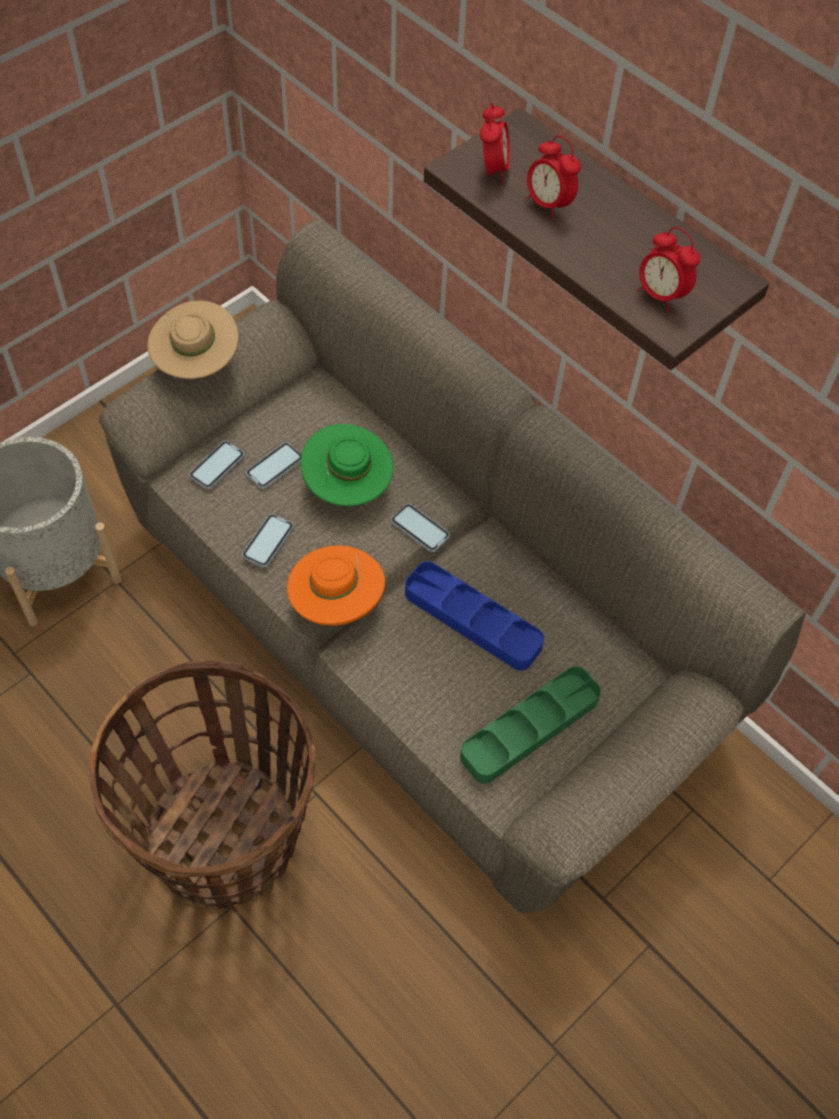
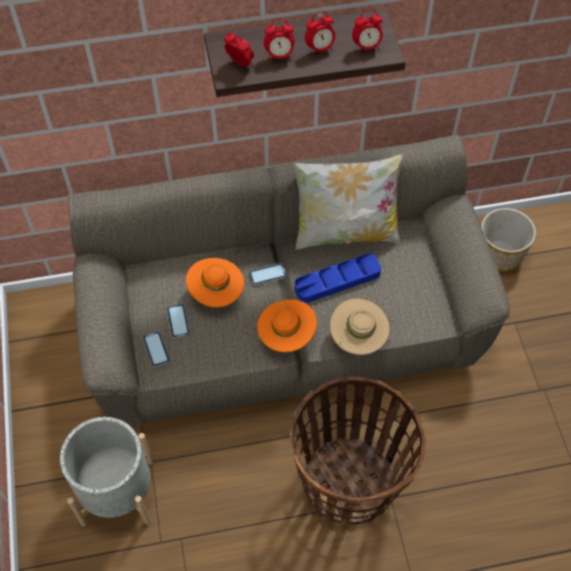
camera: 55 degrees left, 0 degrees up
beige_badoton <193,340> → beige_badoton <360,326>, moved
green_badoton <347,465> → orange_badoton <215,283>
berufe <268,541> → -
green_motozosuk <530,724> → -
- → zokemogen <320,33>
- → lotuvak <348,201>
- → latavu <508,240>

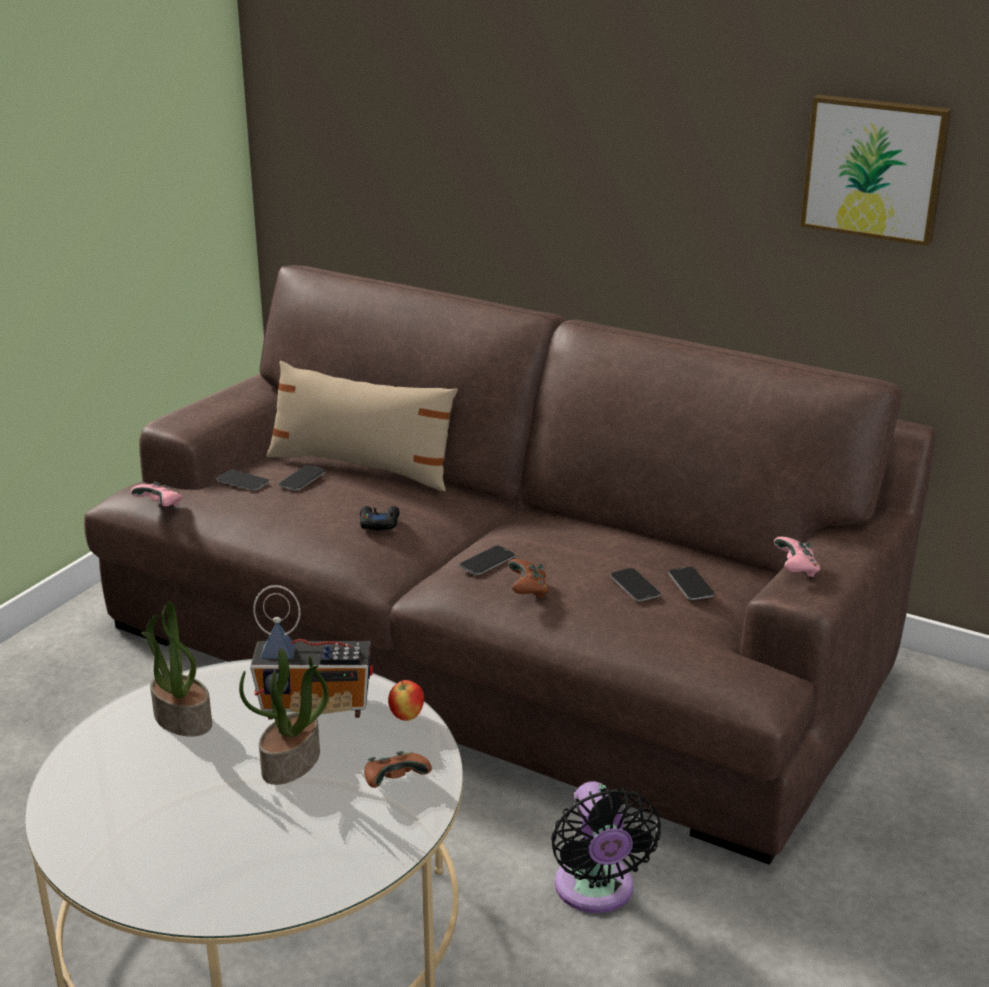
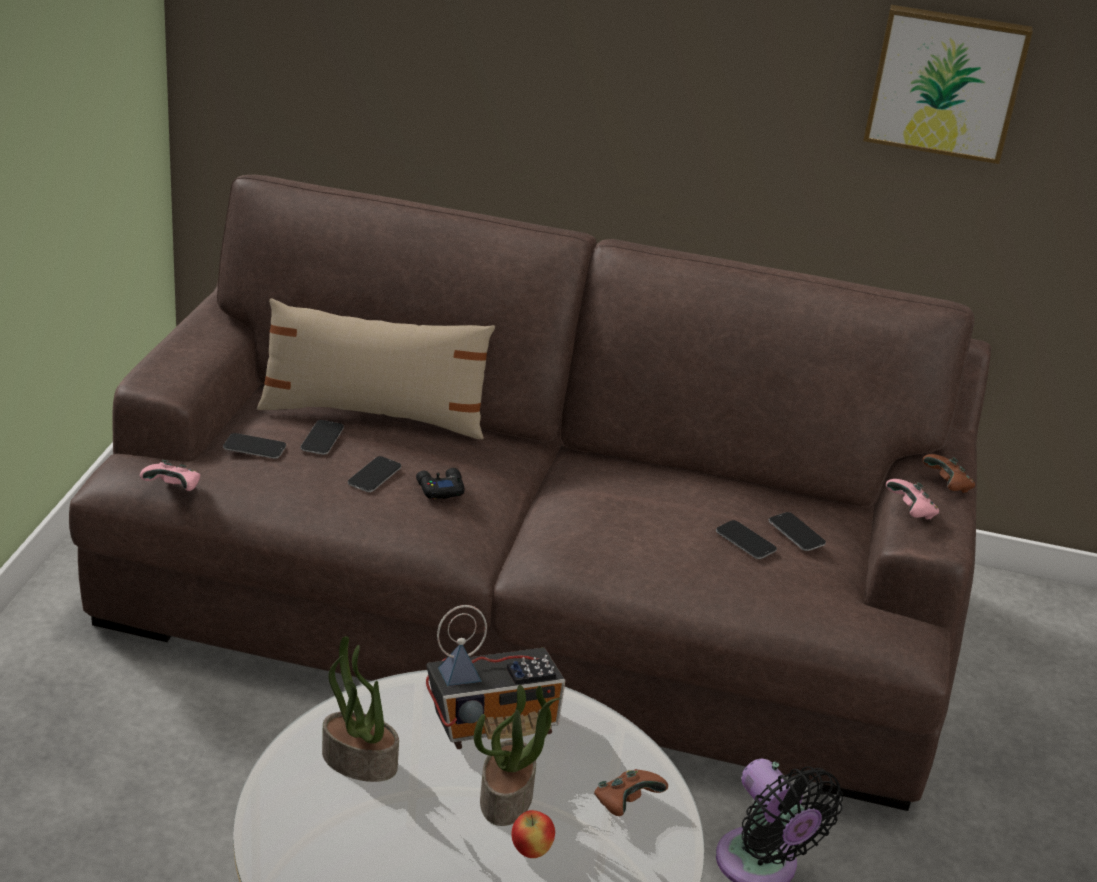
camera: 20 degrees left, 5 degrees up
berufe <487,560> → berufe <374,474>, moved
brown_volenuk <528,578> → brown_volenuk <948,473>, moved
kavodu <406,700> → kavodu <533,834>, moved

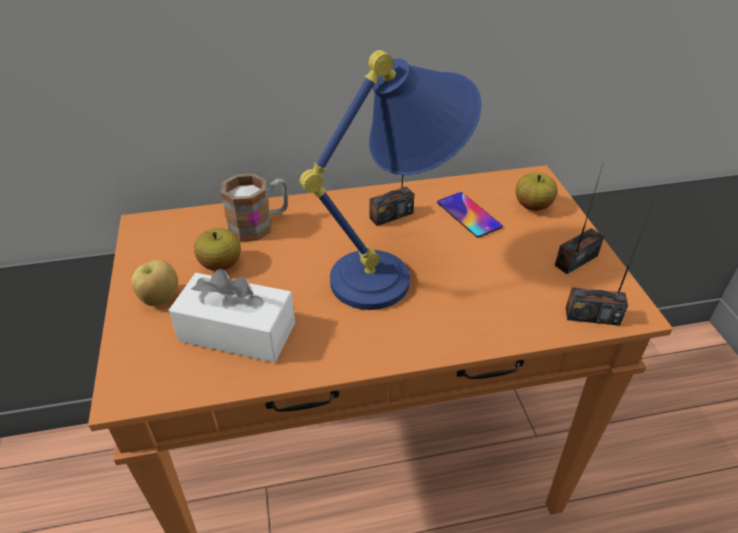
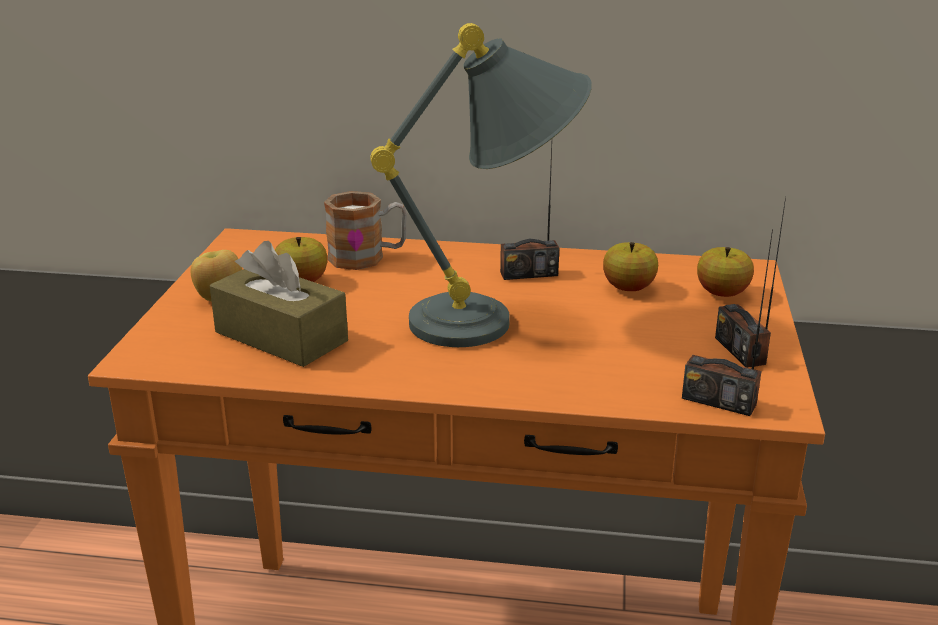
camera: 20 degrees right, 15 degrees down
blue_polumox <391,180> → grey_polumox <481,185>
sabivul <579,219> → sabivul <750,282>, 90 degrees counterclockwise
berufe <470,215> → kavodu <630,266>
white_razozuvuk <232,316> → brown_razozuvuk <279,304>

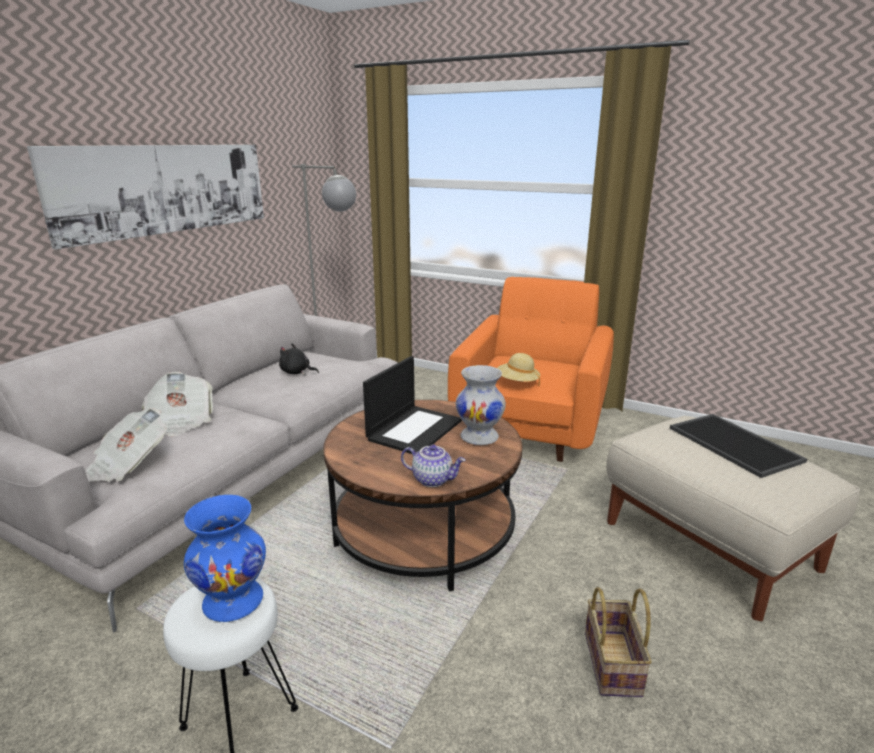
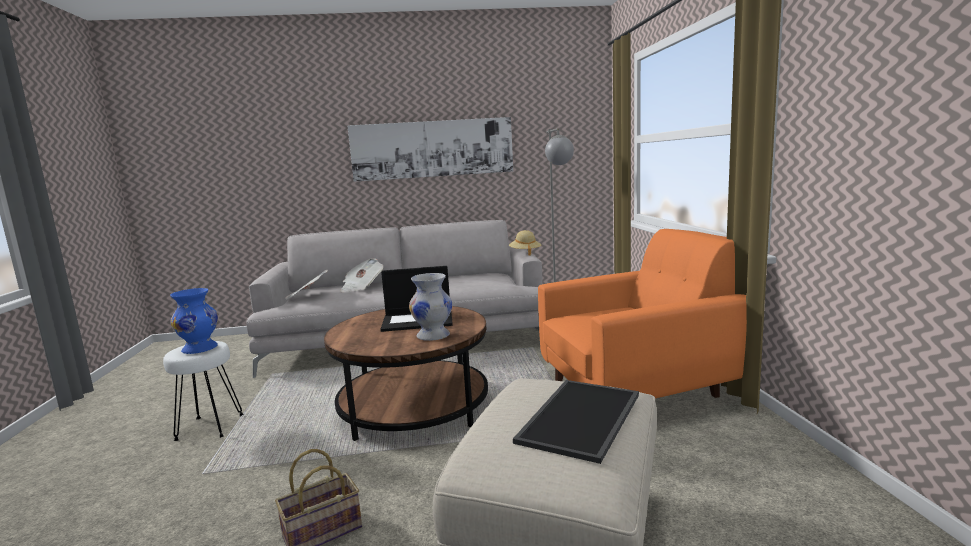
camera: 55 degrees right, 10 degrees down
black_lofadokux <299,359> → -
beige_badoton <518,369> → beige_badoton <525,243>, moved
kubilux <433,465> → -

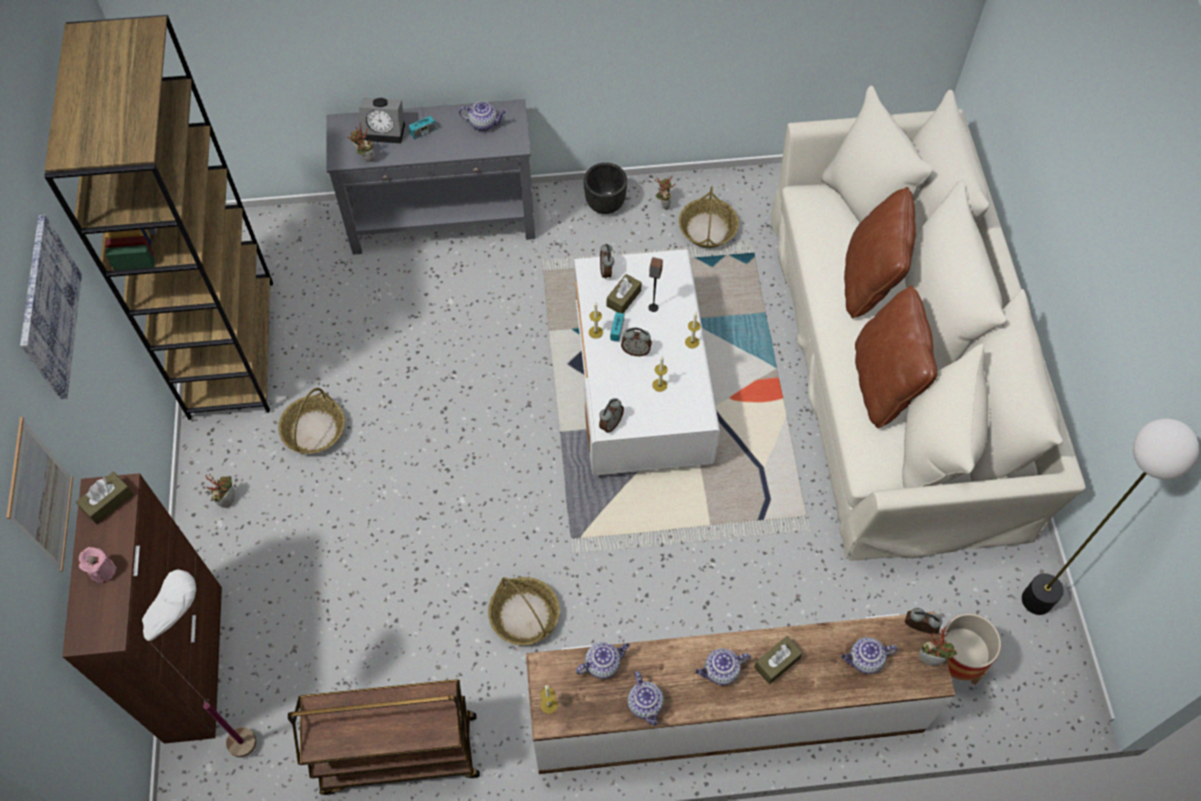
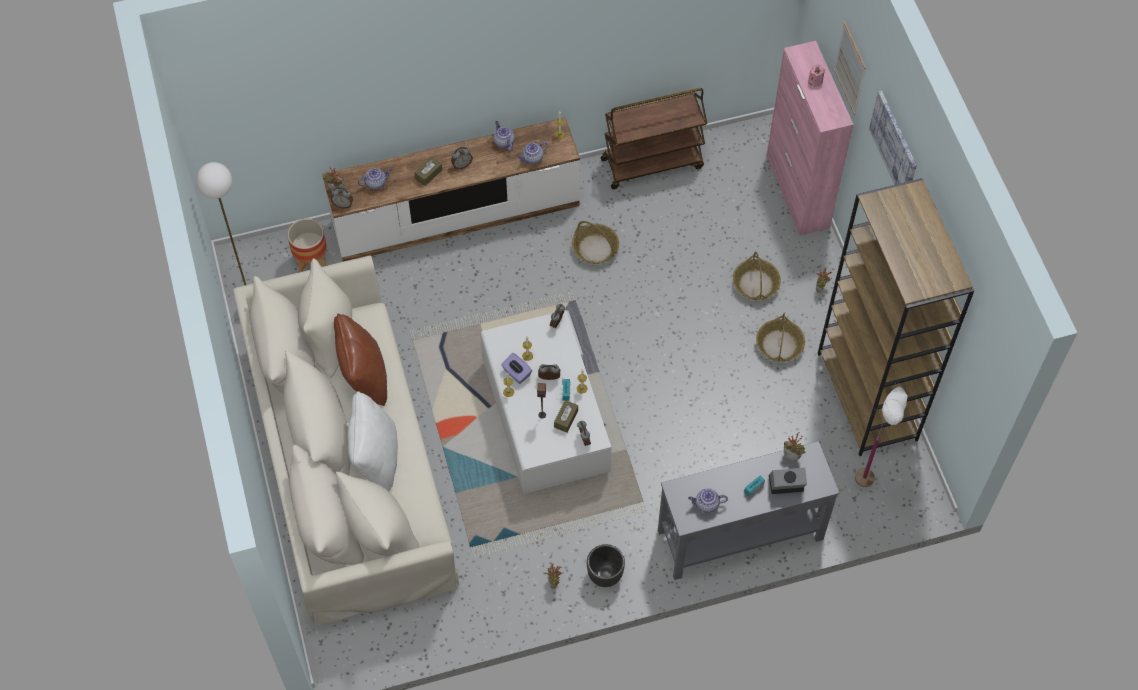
camera: 170 degrees right, 0 degrees up
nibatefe <709,217> → nibatefe <757,276>, moved
brown_lotuvak <880,252> → white_lotuvak <372,441>
brown_razozuvuk <105,498> → -
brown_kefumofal <142,608> → pink_kefumofal <810,138>
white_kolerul <199,663> → white_kolerul <881,435>, moved
kubilux <723,666> → zokemogen <462,158>
- → purple_razozuvuk <516,368>

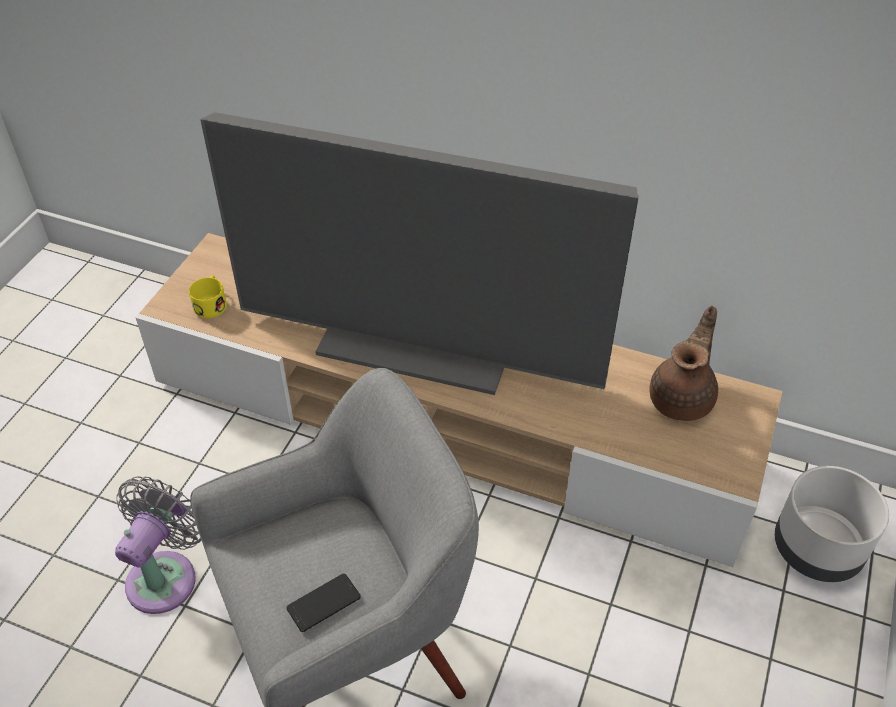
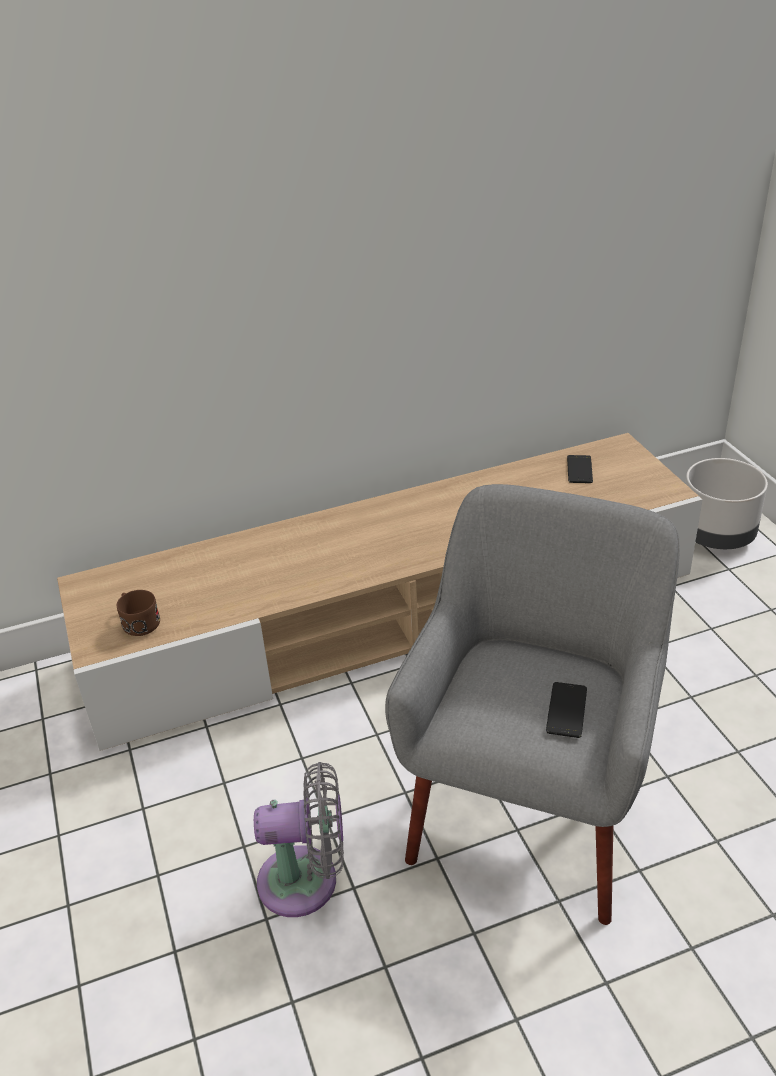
camera: 40 degrees left, 10 degrees down
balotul <419,253> → -
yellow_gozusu <208,296> → brown_gozusu <138,613>
brown_kubilux <683,363> → berufe <580,469>
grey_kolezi <158,545> → grey_kolezi <299,839>, 105 degrees clockwise

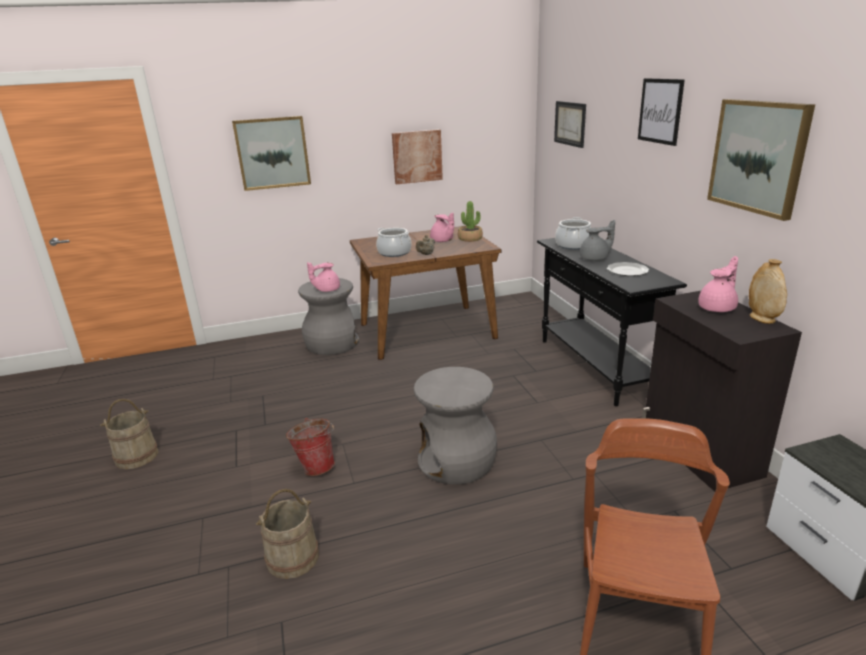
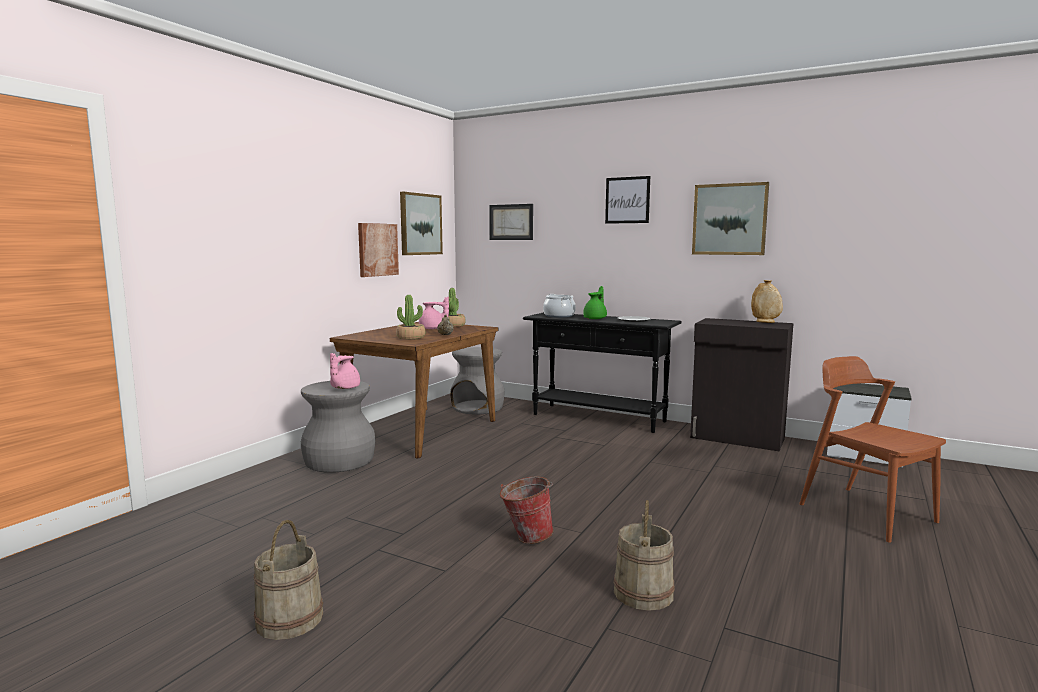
camera: 45 degrees left, 15 degrees down
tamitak <271,153> → tamitak <421,223>, moved
grey_kubilux <597,240> → green_kubilux <595,302>
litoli <393,242> → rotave <410,317>
pink_kubilux <718,284> → -
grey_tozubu <455,426> → grey_tozubu <477,380>, moved

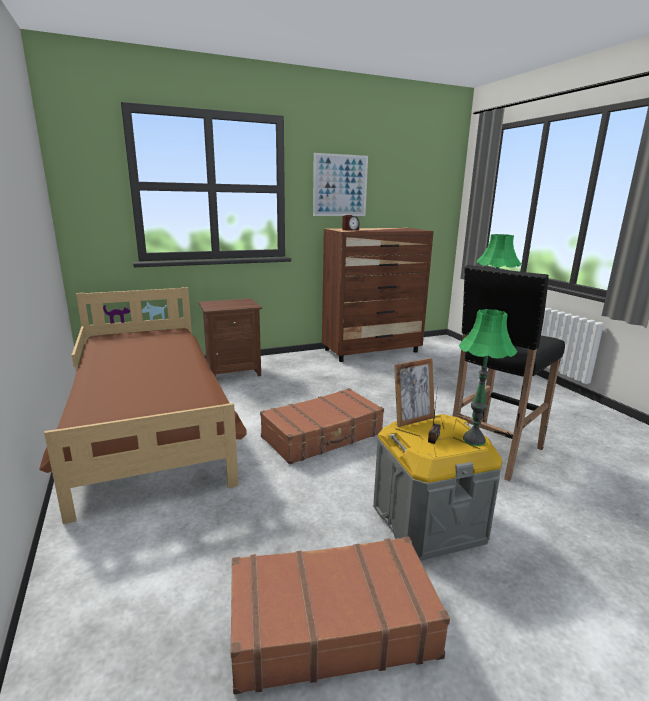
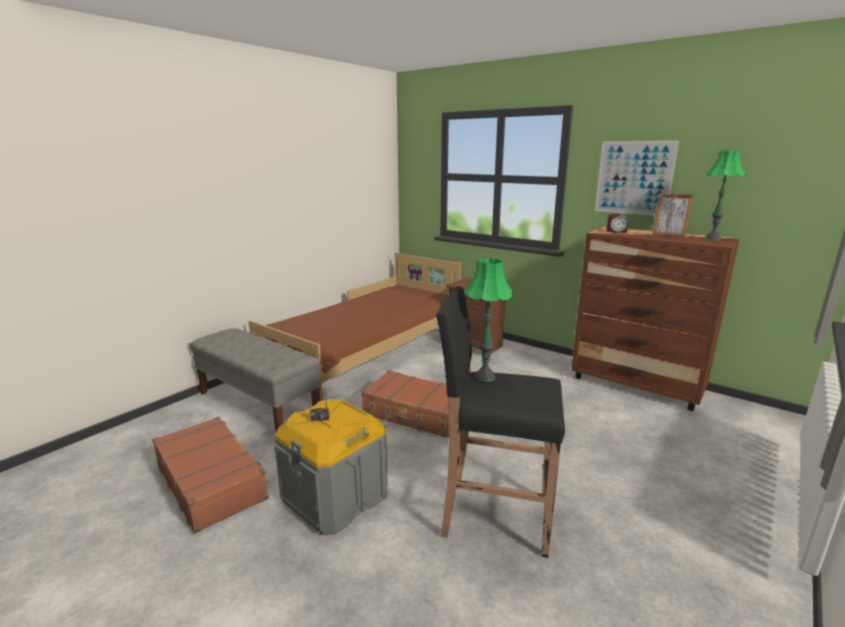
camera: 60 degrees right, 0 degrees up
green_polumox <488,377> → green_polumox <725,195>, moved
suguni <414,392> → suguni <672,216>, moved
- → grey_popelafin <255,379>

